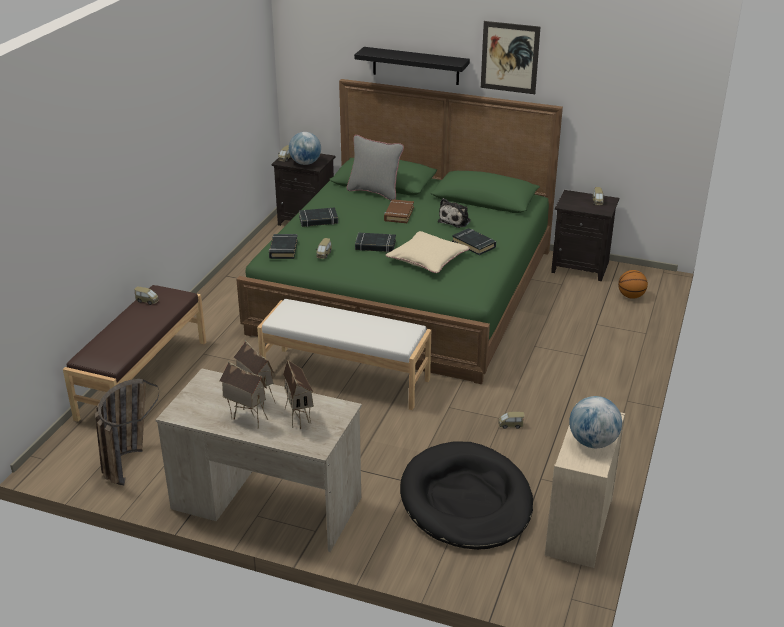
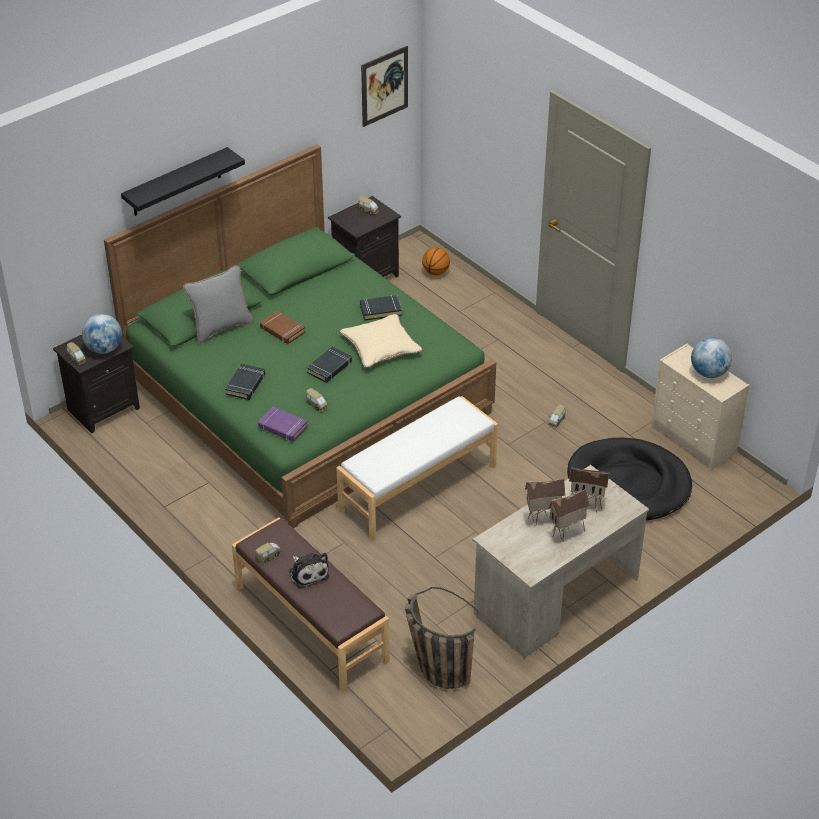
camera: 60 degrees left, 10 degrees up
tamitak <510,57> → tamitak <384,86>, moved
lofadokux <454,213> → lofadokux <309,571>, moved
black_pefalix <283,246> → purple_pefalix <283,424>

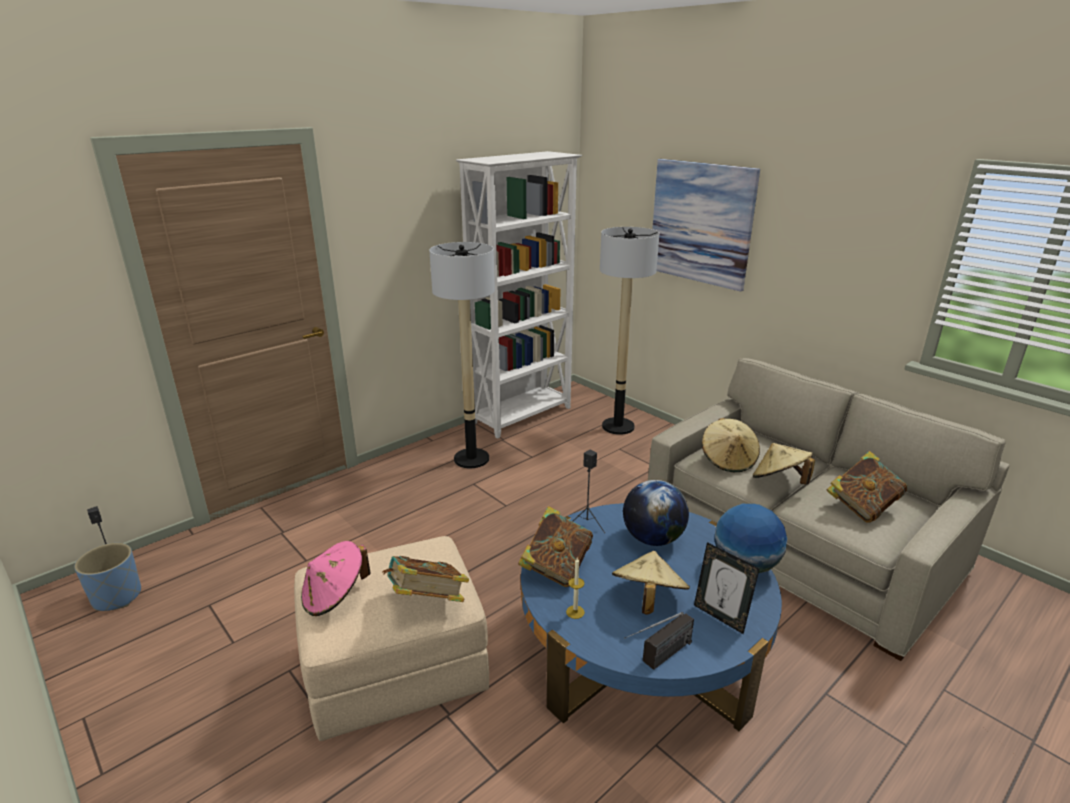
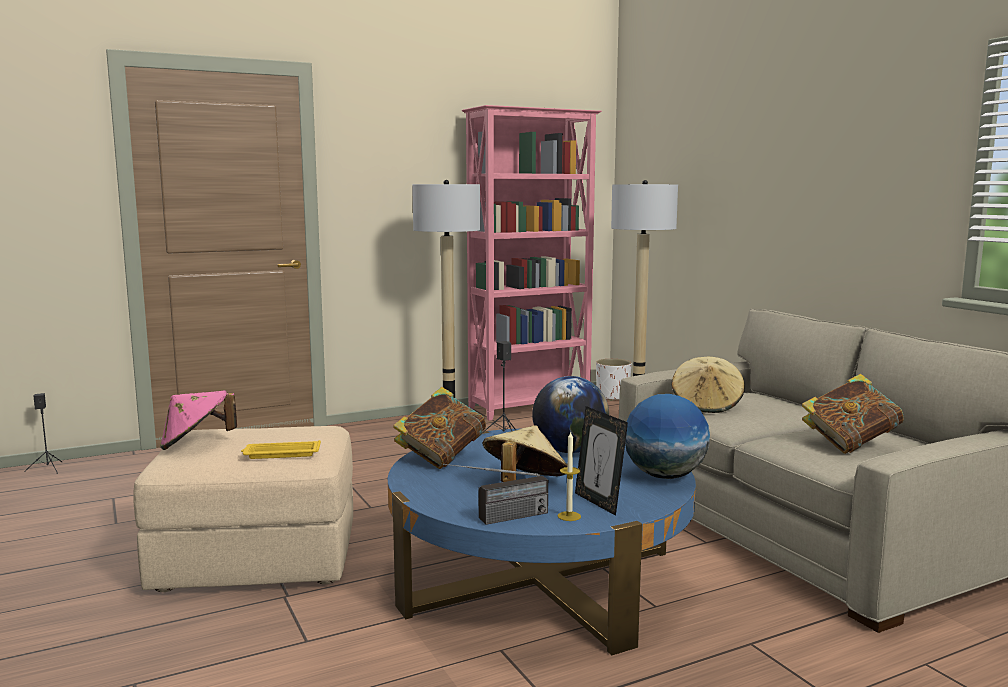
camera: 15 degrees right, 15 degrees down
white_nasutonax <519,295> → pink_nasutonax <532,263>
tamitak <706,225> → -
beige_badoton <784,463> → -
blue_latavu <107,577> → -
pefalix <425,579> → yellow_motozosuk <281,449>
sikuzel <575,588> → sikuzel <569,476>, moved
- → white_latavu <613,380>

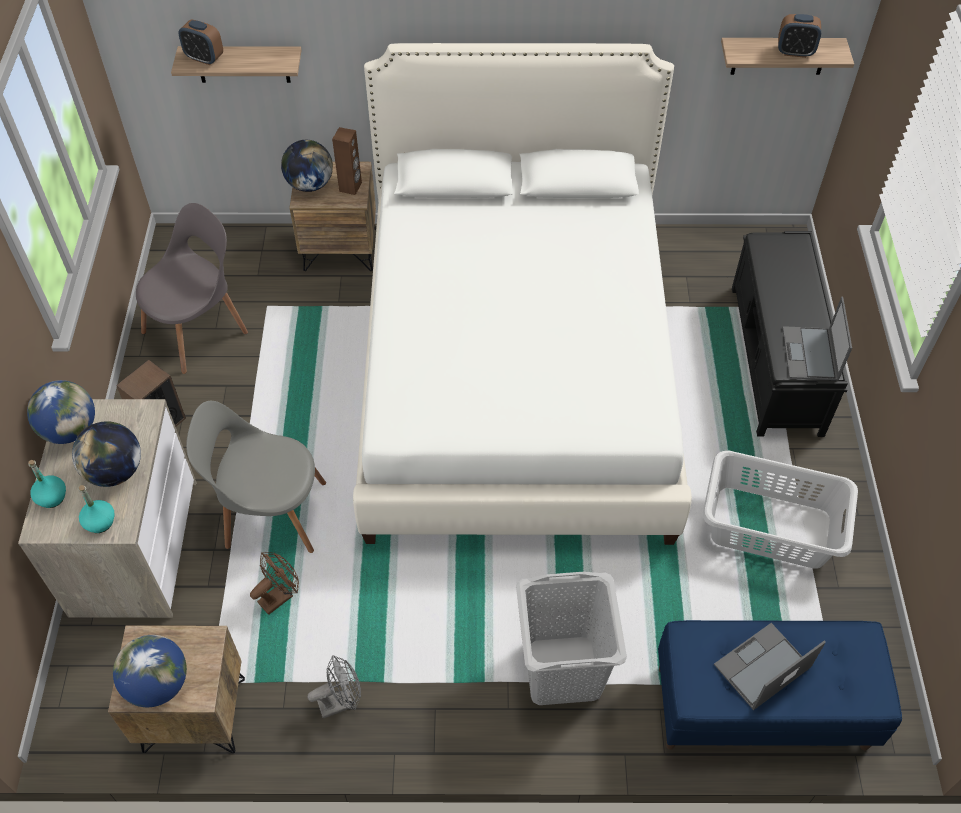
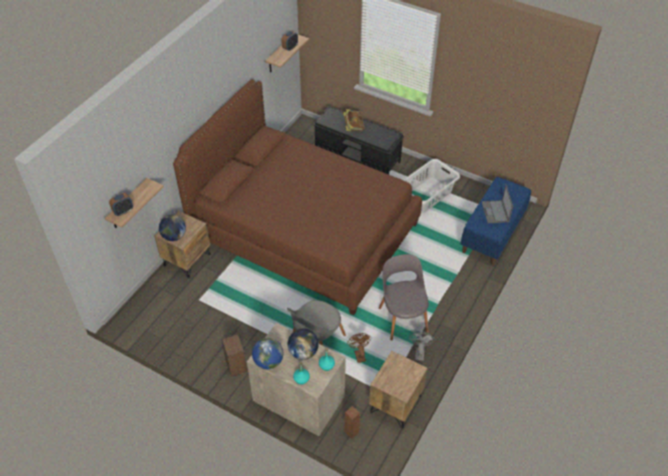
camera: 60 degrees left, 5 degrees down
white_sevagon <522,294> → brown_sevagon <297,197>
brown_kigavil <347,161> → brown_kigavil <352,422>, moved
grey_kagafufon <192,288> → grey_kagafufon <404,297>, moved
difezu <817,338> → -
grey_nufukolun <571,638> → -
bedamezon <150,671> → -
- → pefalix <353,120>

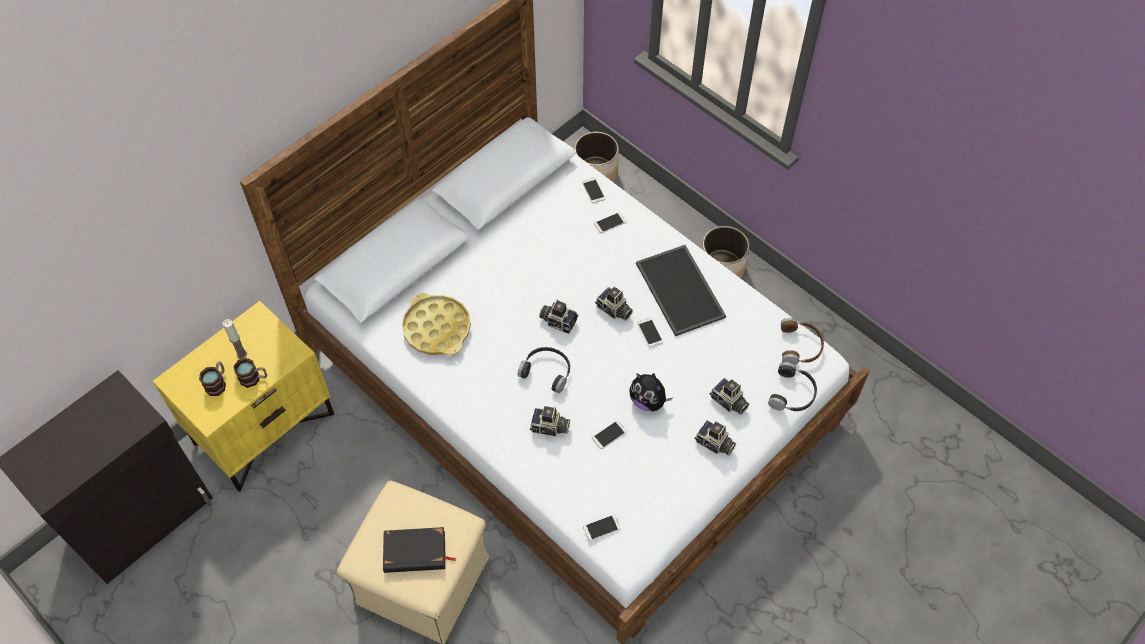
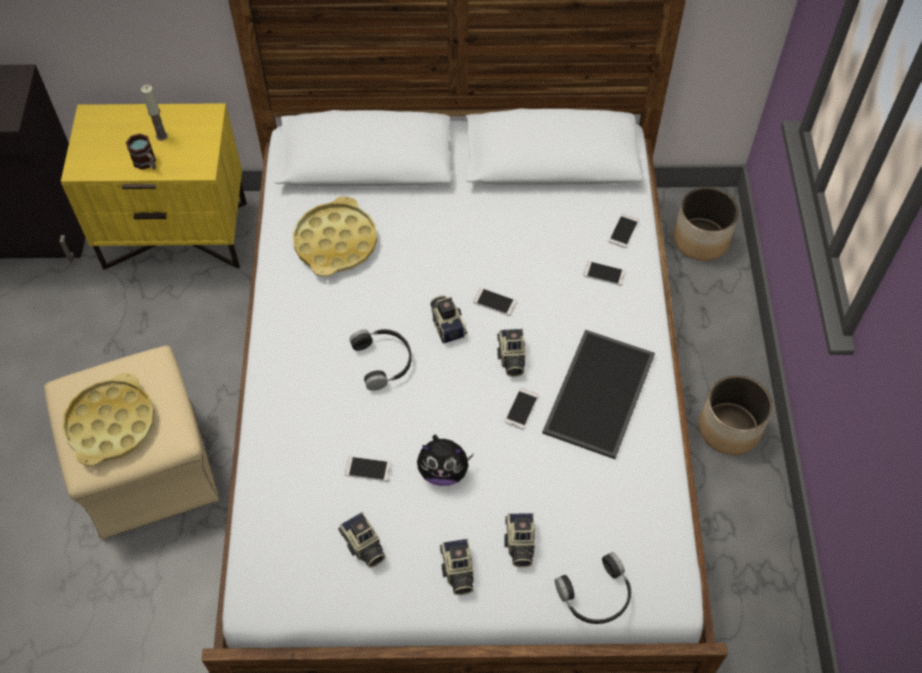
camera: 45 degrees right, 0 degrees up
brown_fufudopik <802,341> → -
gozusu <212,378> → -
lofadokux <650,392> → lofadokux <445,460>, 75 degrees counterclockwise
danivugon <550,421> → danivugon <362,540>, moved
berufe <602,527> → berufe <495,302>, moved
black_pefalix <419,550> → yellow_motozosuk <108,419>

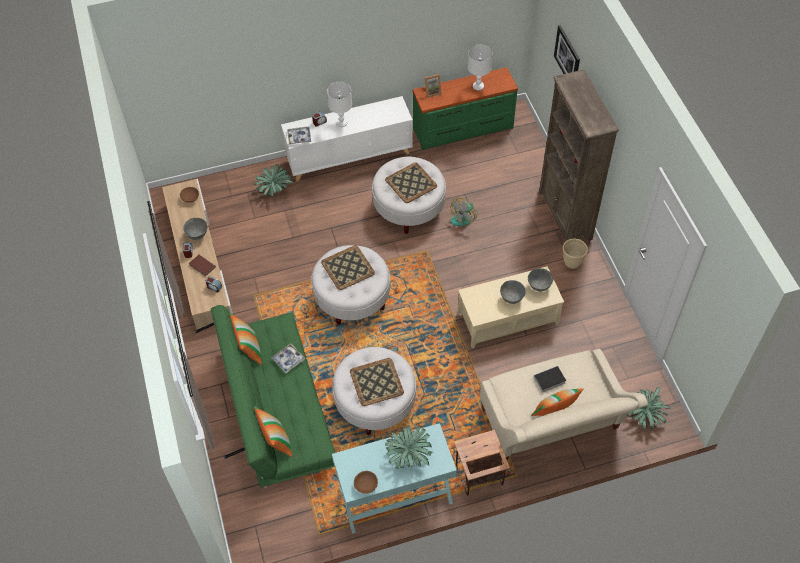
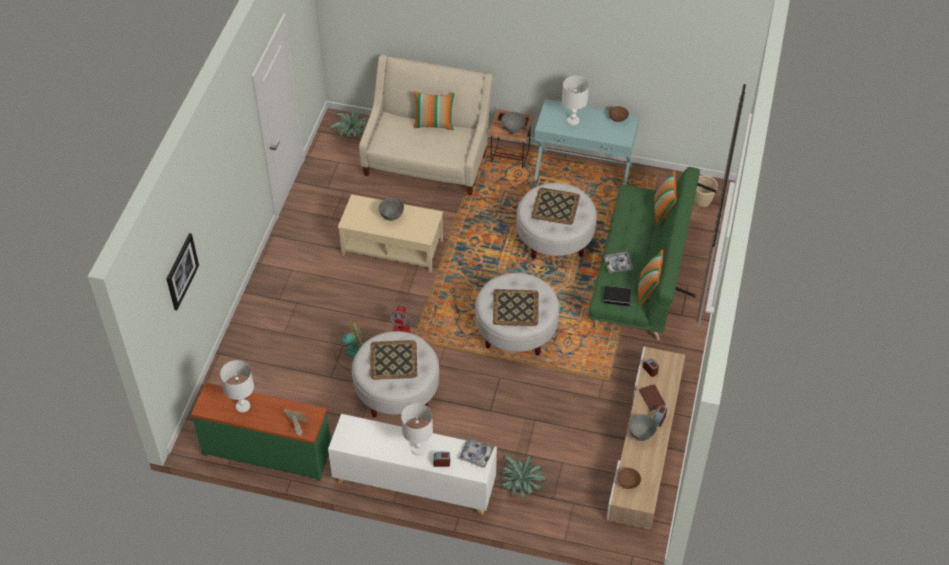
camera: 150 degrees left, 5 degrees down
brown_nasutonax <579,155> → -
beige_latavu <575,254> → beige_latavu <706,191>, moved
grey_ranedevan <540,279> → grey_ranedevan <513,123>, moved
pefalix <548,379> → pefalix <618,296>, moved
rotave <408,446> → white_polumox <575,100>
- → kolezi <413,317>

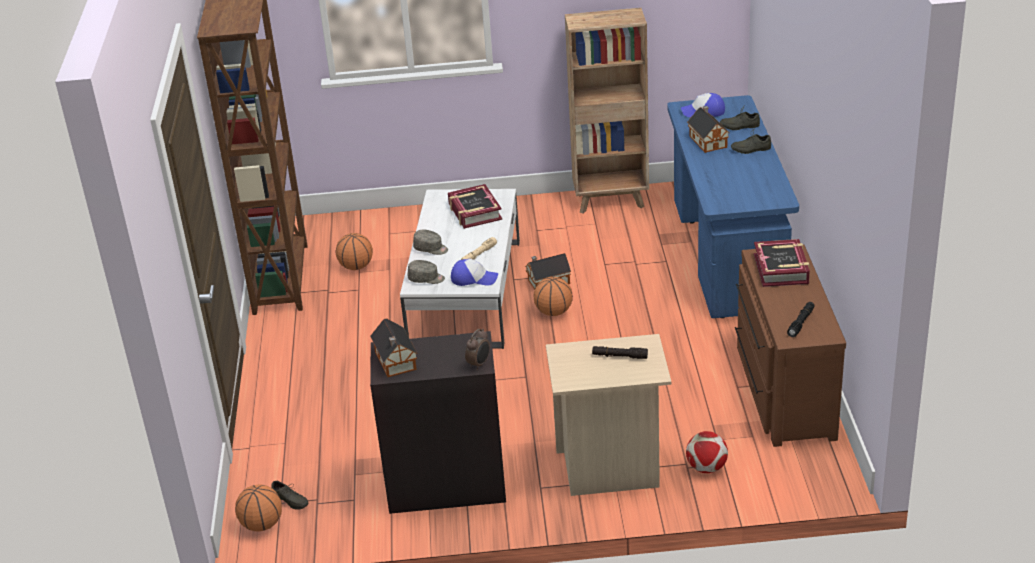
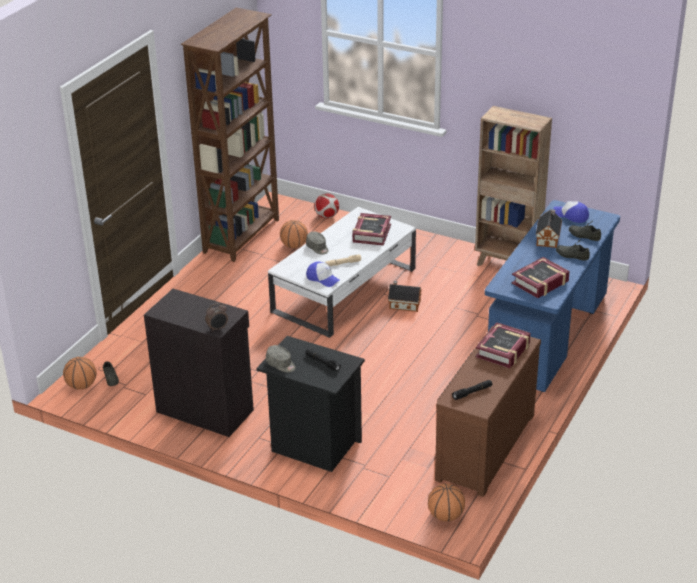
camera: 30 degrees right, 0 degrees up
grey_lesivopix <426,272> → grey_lesivopix <281,358>, moved
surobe <553,296> → surobe <446,502>, moved
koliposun <394,347> → -
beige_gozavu <608,415> → black_gozavu <310,404>
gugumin <707,452> → gugumin <326,206>, moved
- → pefalix <541,277>

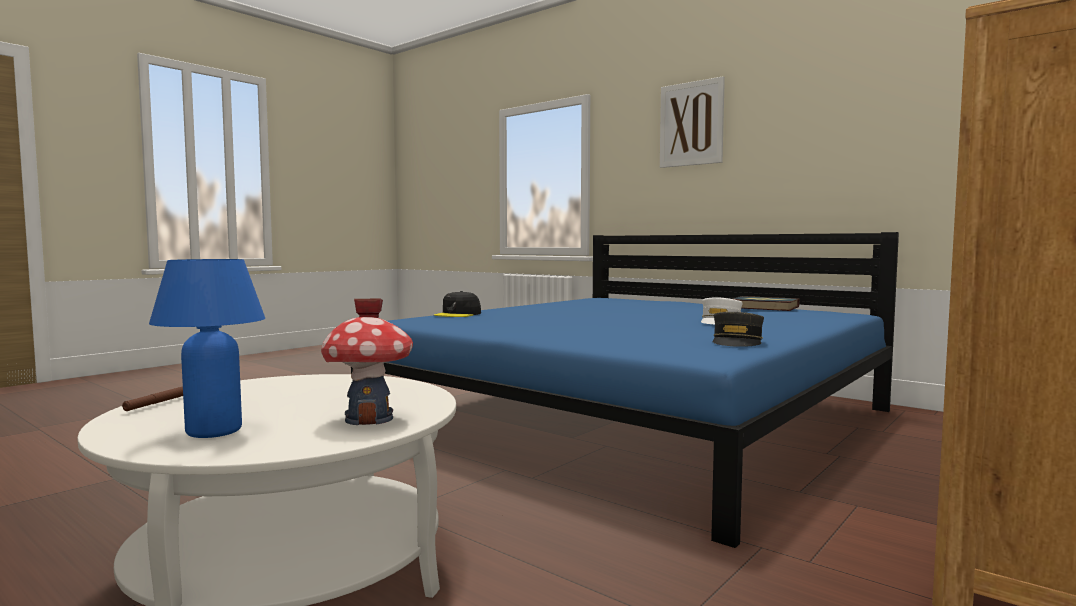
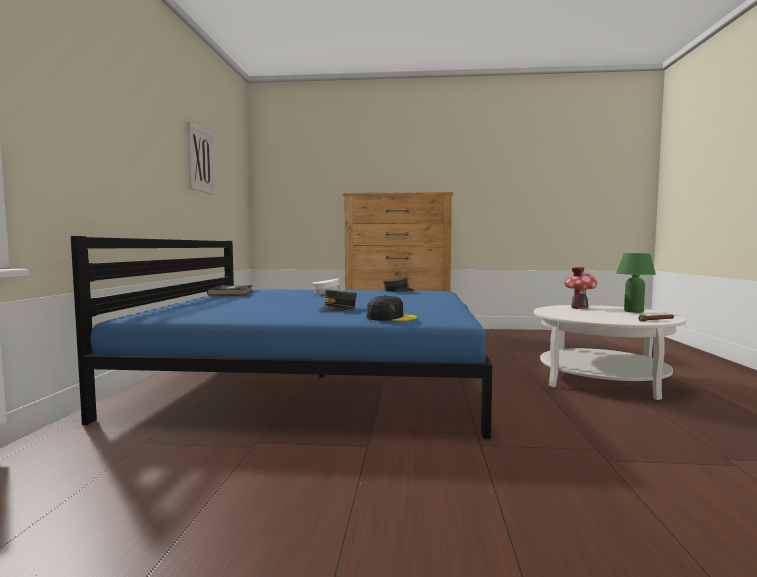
camera: 125 degrees left, 0 degrees up
tamitak <692,122> → tamitak <201,158>, moved
blue_polumox <207,348> → green_polumox <636,283>
- → grey_lesivopix <337,300>

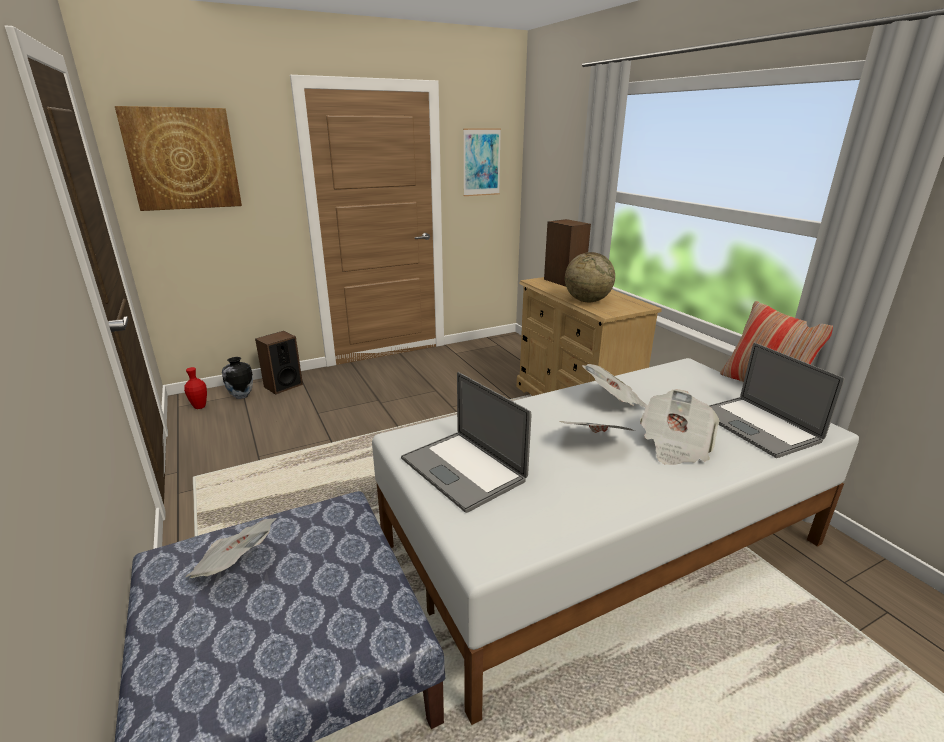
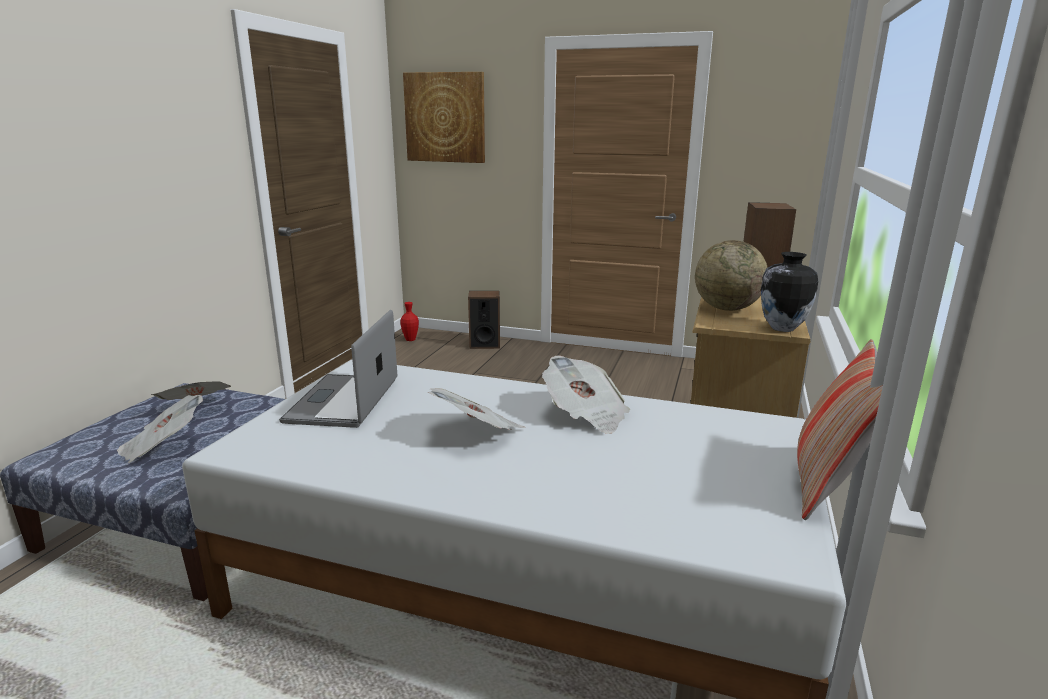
camera: 45 degrees right, 5 degrees down
tamitak <482,162> → -
difezu <777,400> → -
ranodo <237,378> → ranodo <789,292>, moved
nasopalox <679,427> → nasopalox <160,429>, moved

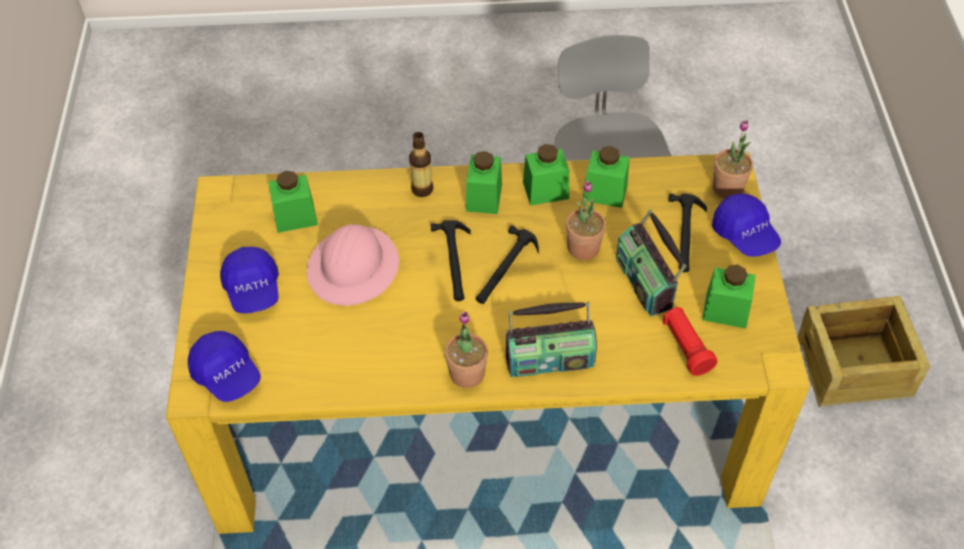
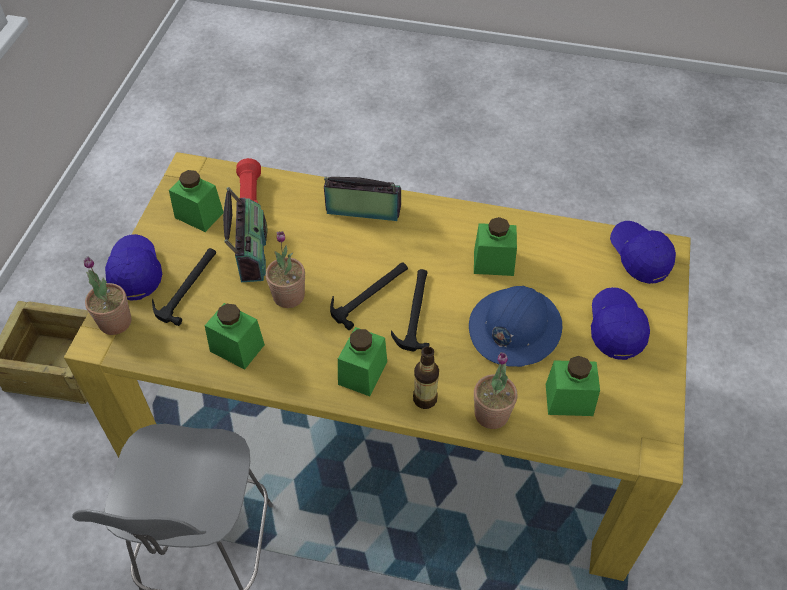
camera: 165 degrees left, 0 degrees up
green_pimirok <546,174> → green_pimirok <495,246>, moved
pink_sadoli <353,265> → blue_sadoli <516,326>
rotave <466,349> → rotave <495,390>, moved

